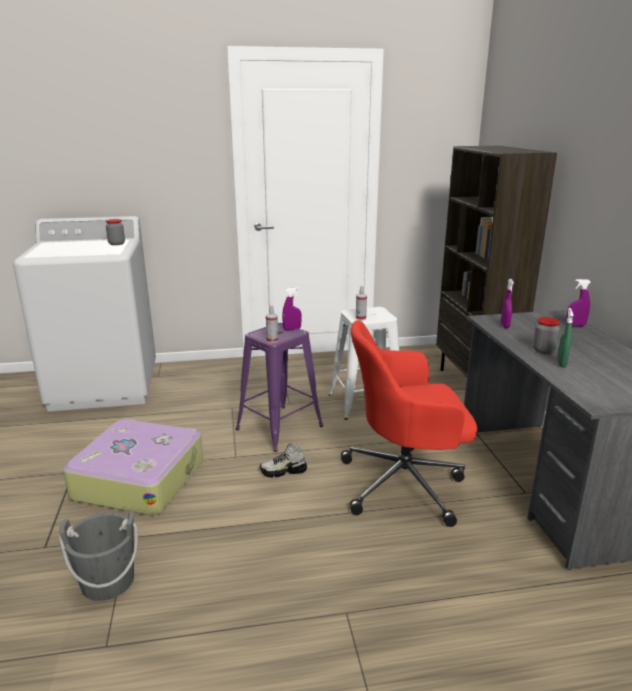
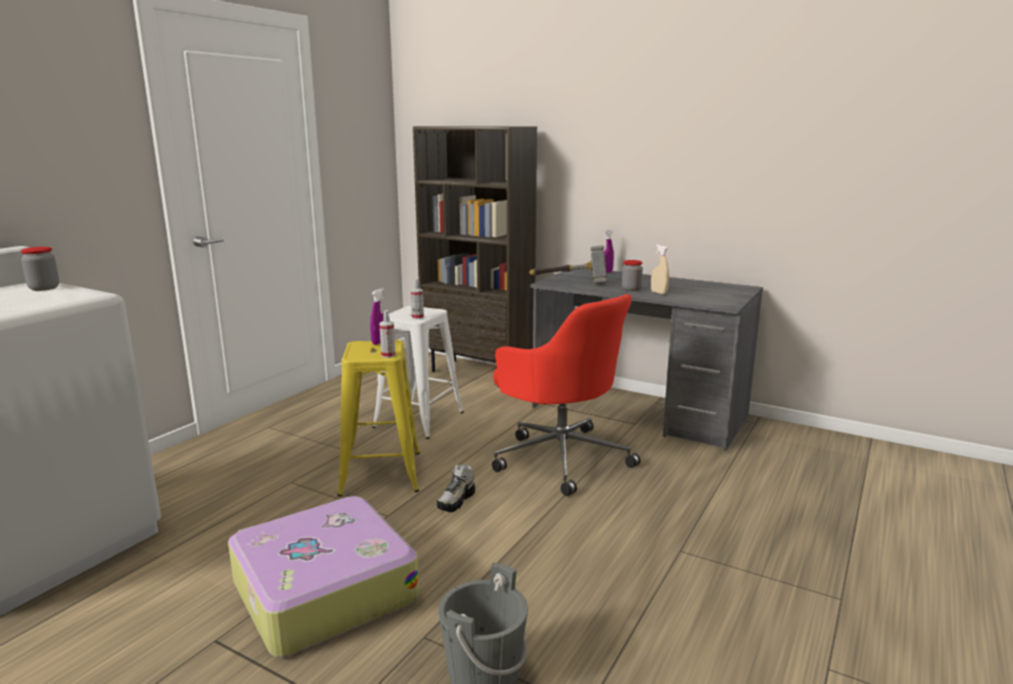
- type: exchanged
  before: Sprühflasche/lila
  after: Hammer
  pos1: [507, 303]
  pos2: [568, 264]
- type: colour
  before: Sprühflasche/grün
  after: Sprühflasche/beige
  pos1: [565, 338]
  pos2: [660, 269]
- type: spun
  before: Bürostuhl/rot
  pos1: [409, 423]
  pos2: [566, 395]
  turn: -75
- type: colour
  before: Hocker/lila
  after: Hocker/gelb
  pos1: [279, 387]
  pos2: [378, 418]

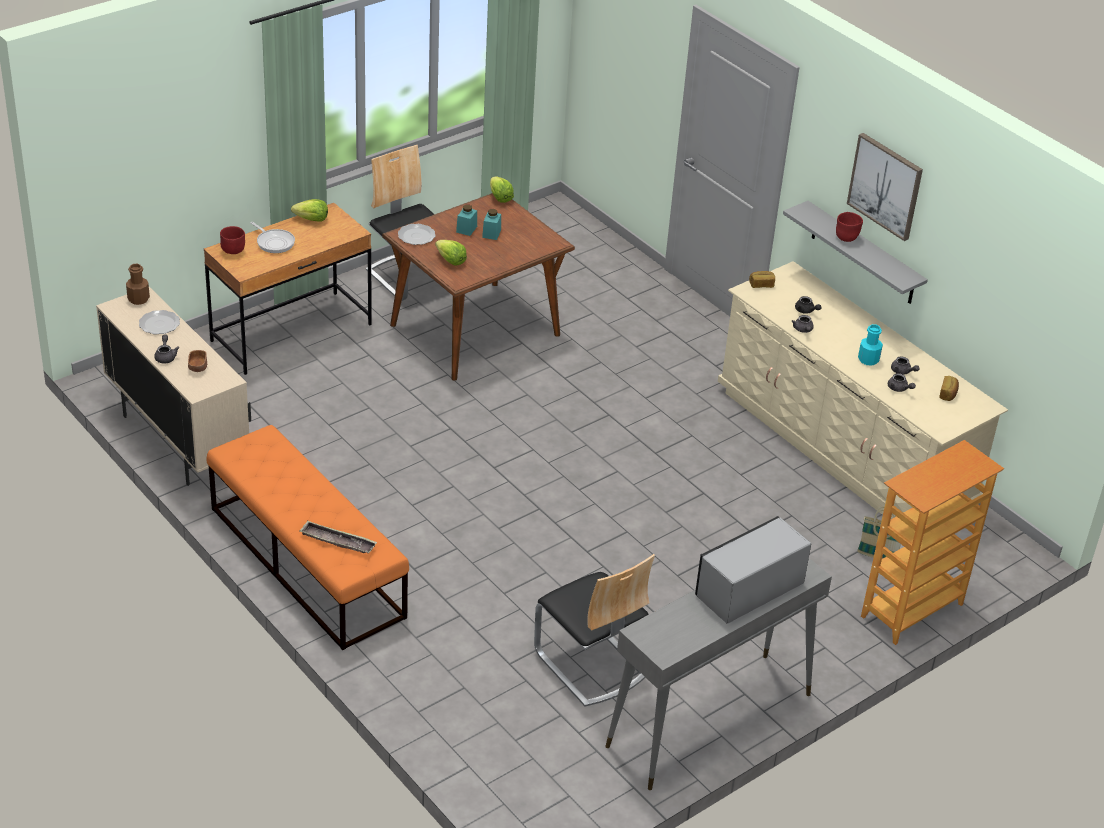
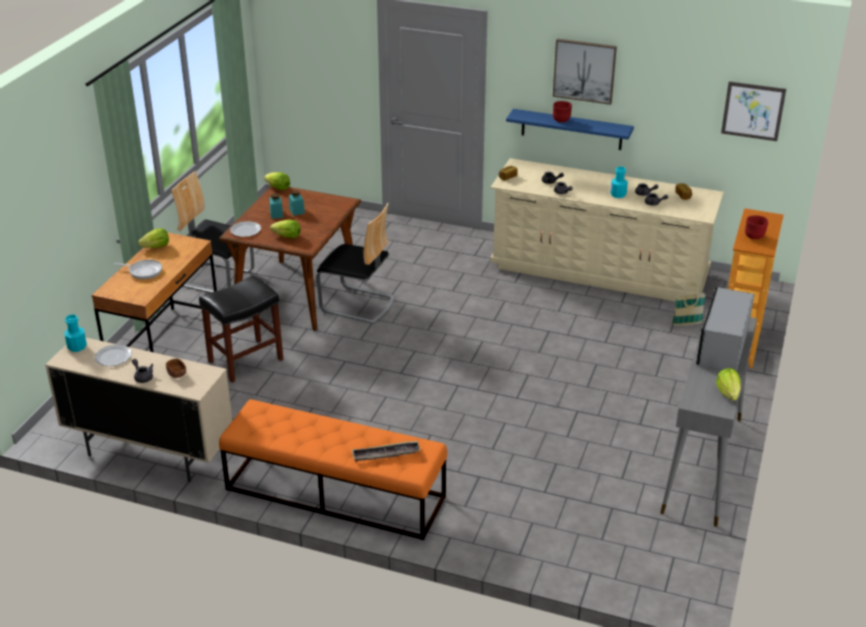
- type: colour
  before: Wandregal/grau
  after: Wandregal/blau
  pos1: [855, 252]
  pos2: [570, 129]
- type: relocated
  before: Schüssel/rot
  pos1: [232, 240]
  pos2: [756, 227]
- type: colour
  before: Flasche/braun
  after: Flasche/türkis
  pos1: [138, 284]
  pos2: [75, 333]
- type: relocated
  before: Stuhl
  pos1: [594, 630]
  pos2: [355, 263]
- type: appeared
  after: Bild
  pos2: [753, 111]
- type: appeared
  after: Hocker/schwarz
  pos2: [241, 329]
- type: appeared
  after: Salatkopf
  pos2: [728, 384]

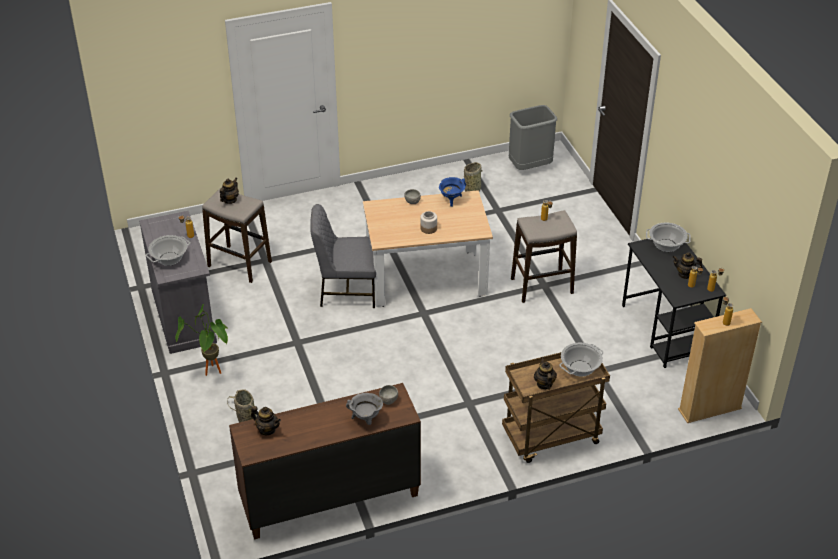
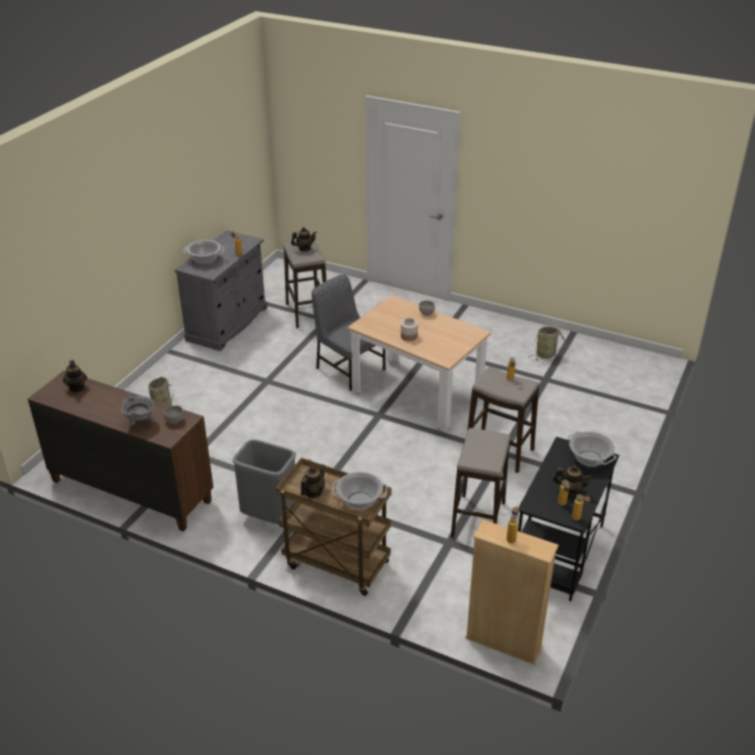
- type: relocated
  before: Mülleimer/grau
  pos1: [533, 137]
  pos2: [264, 481]
- type: missing
  before: Kochtopf/blau
  pos1: [452, 192]
- type: spun
  before: Teekanne
  pos1: [687, 265]
  pos2: [573, 481]
  turn: 135
- type: missing
  before: Topfpflanze
  pos1: [202, 340]
- type: appeared
  after: Hocker
  pos2: [480, 483]

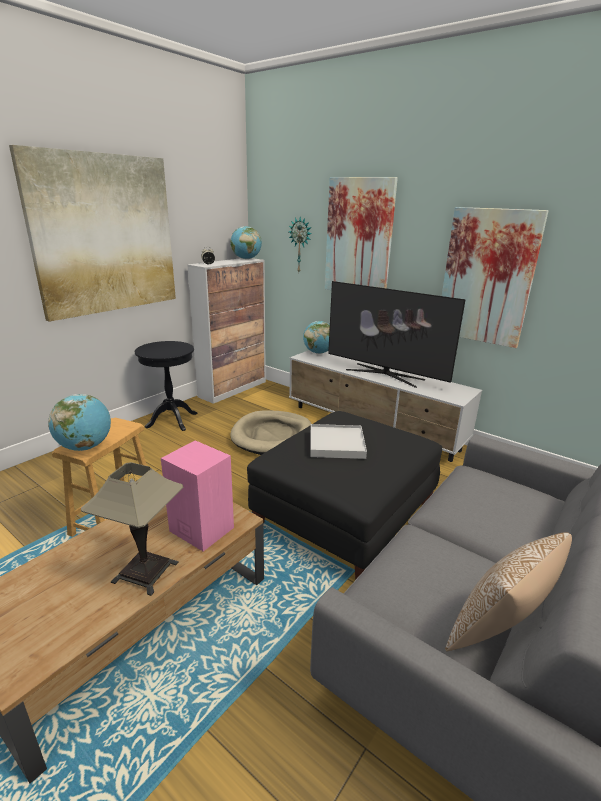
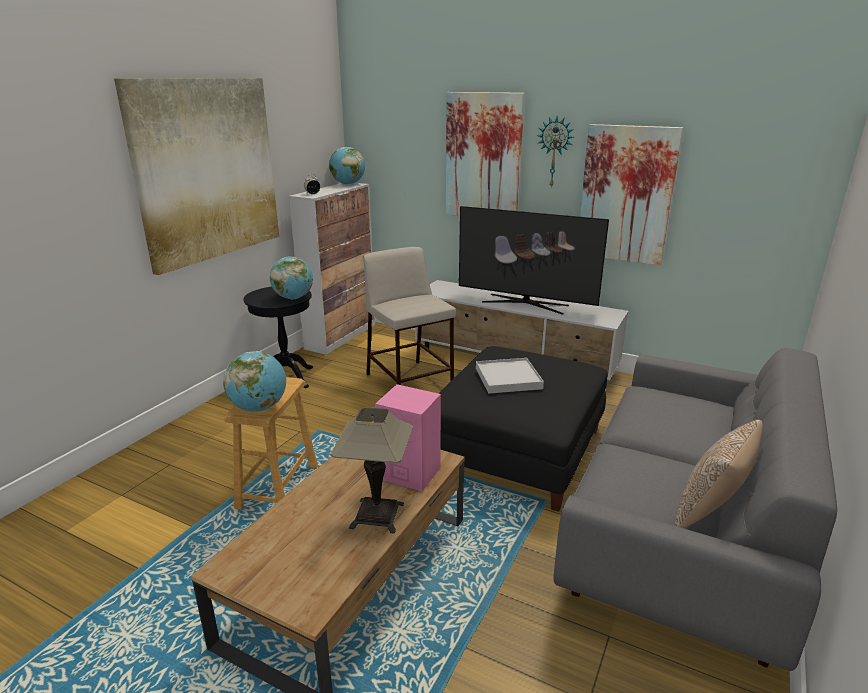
- type: relocated
  before: Wanduhr
  pos1: [300, 244]
  pos2: [555, 152]
- type: relocated
  before: Globus
  pos1: [316, 337]
  pos2: [291, 278]
- type: exchanged
  before: Hundebett/beige
  after: Hocker/beige
  pos1: [271, 432]
  pos2: [410, 316]

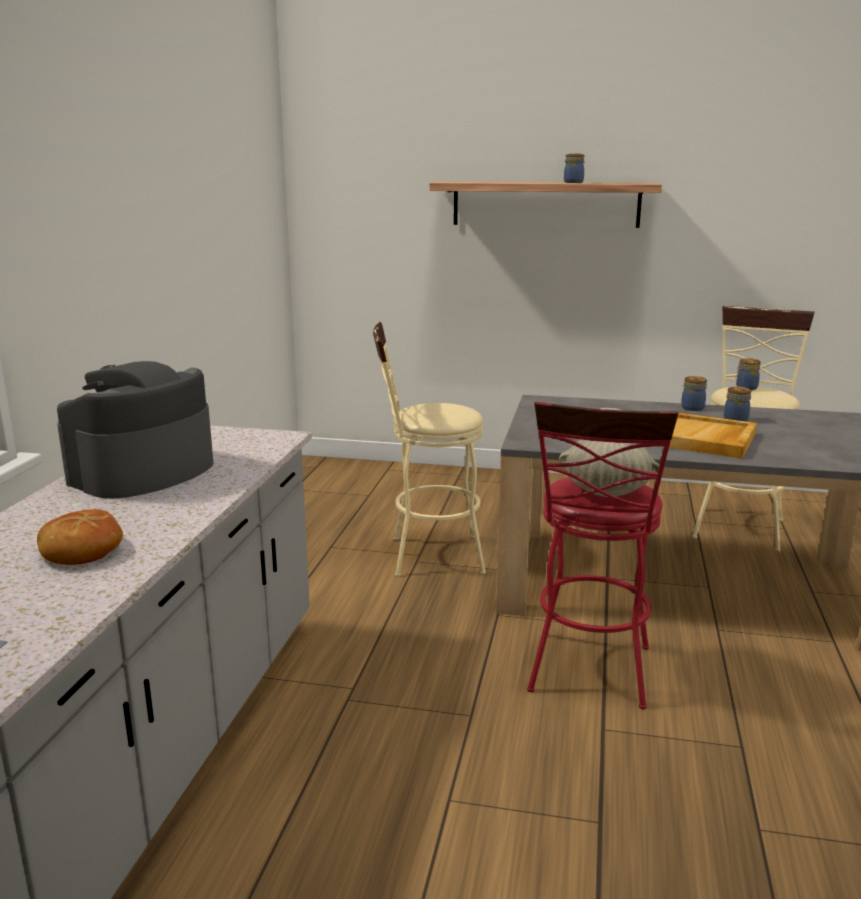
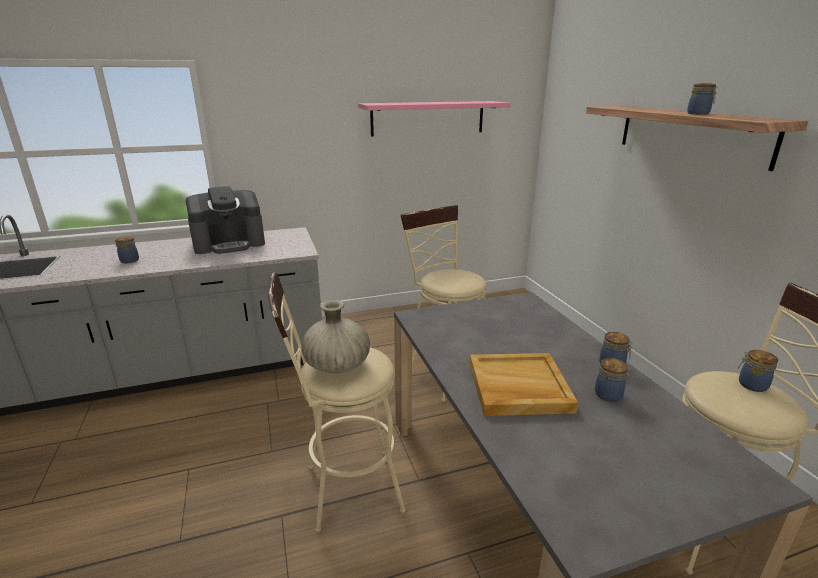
- type: spun
  before: Kaffeemaschine
  pos1: [135, 429]
  pos2: [225, 220]
  turn: 150
- type: colour
  before: Hocker/rot
  after: Hocker/beige
  pos1: [602, 555]
  pos2: [337, 402]
- type: exchanged
  before: Brot
  after: Vorratsglas
  pos1: [80, 537]
  pos2: [127, 250]
- type: appeared
  after: Wandregal/rosa
  pos2: [434, 118]

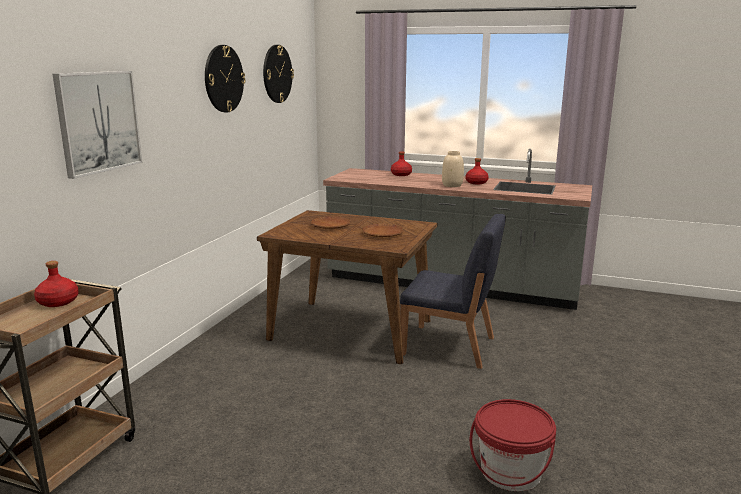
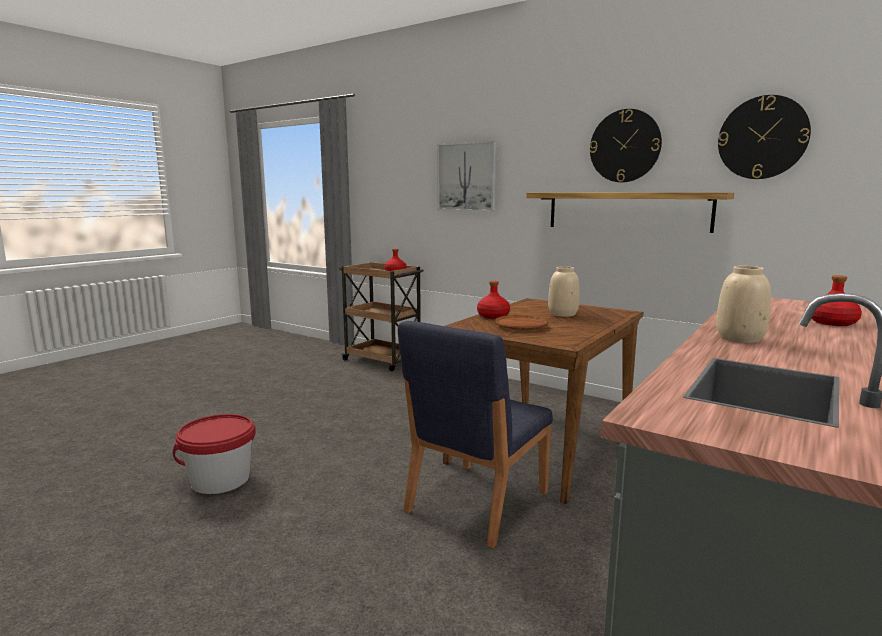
- type: relocated
  before: Flasche/rot
  pos1: [477, 171]
  pos2: [493, 300]
- type: exchanged
  before: Teller/braun
  after: Vase/beige
  pos1: [330, 222]
  pos2: [564, 291]
- type: appeared
  after: Wandregal
  pos2: [630, 212]

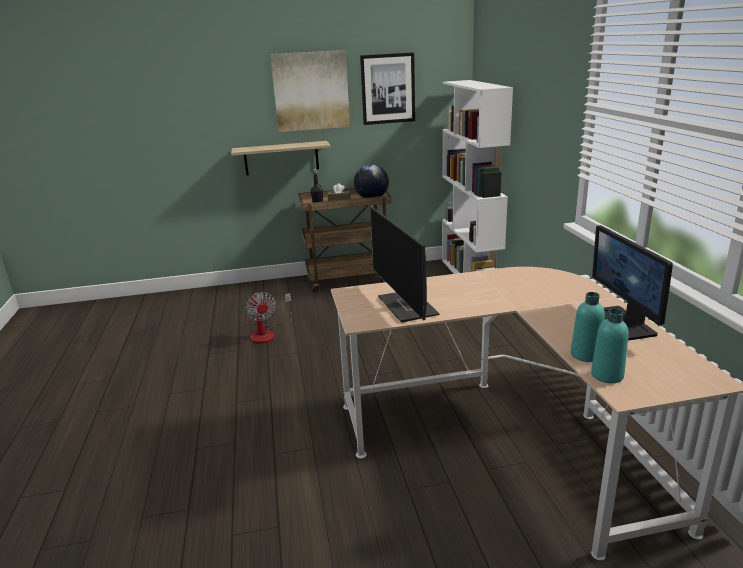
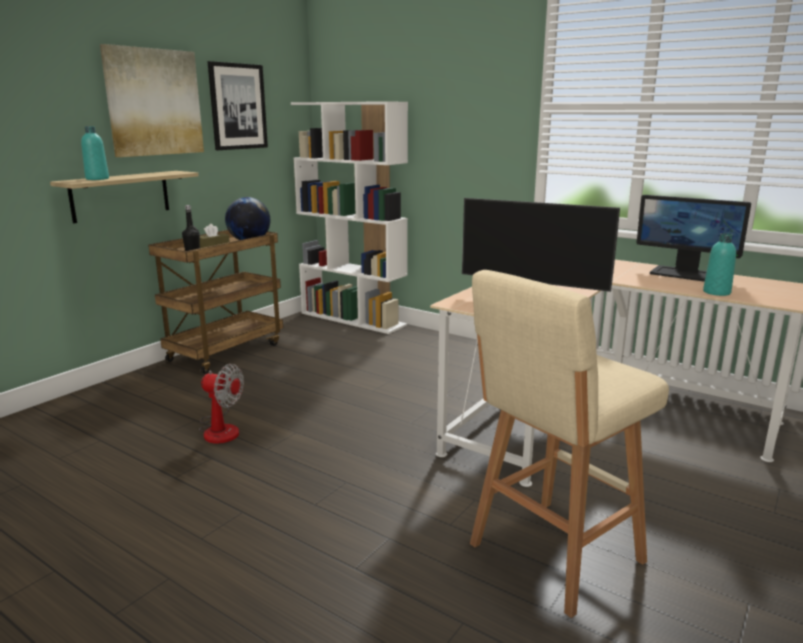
- type: relocated
  before: Flasche/türkis
  pos1: [610, 346]
  pos2: [95, 153]
- type: appeared
  after: Hocker/beige
  pos2: [569, 444]

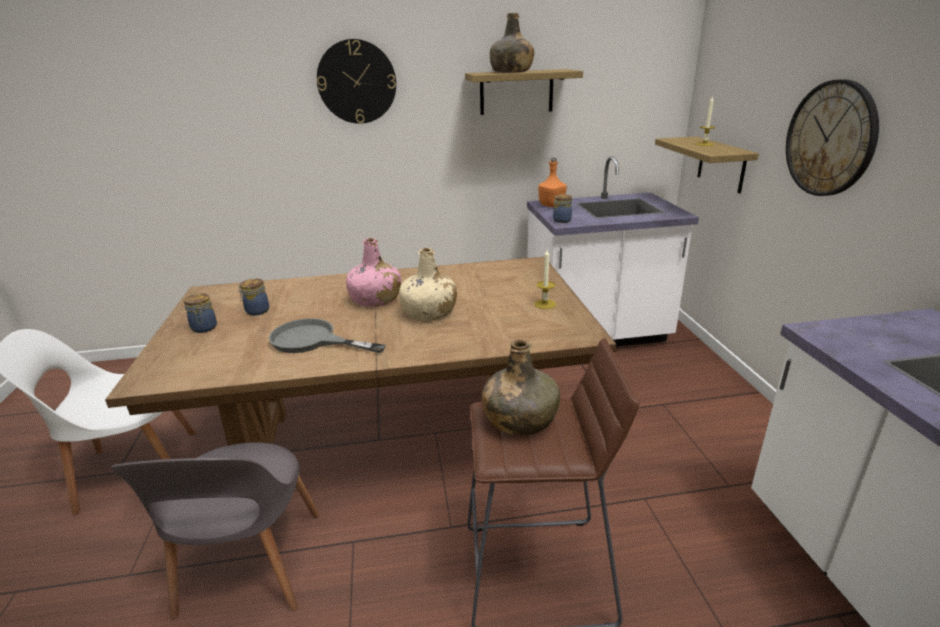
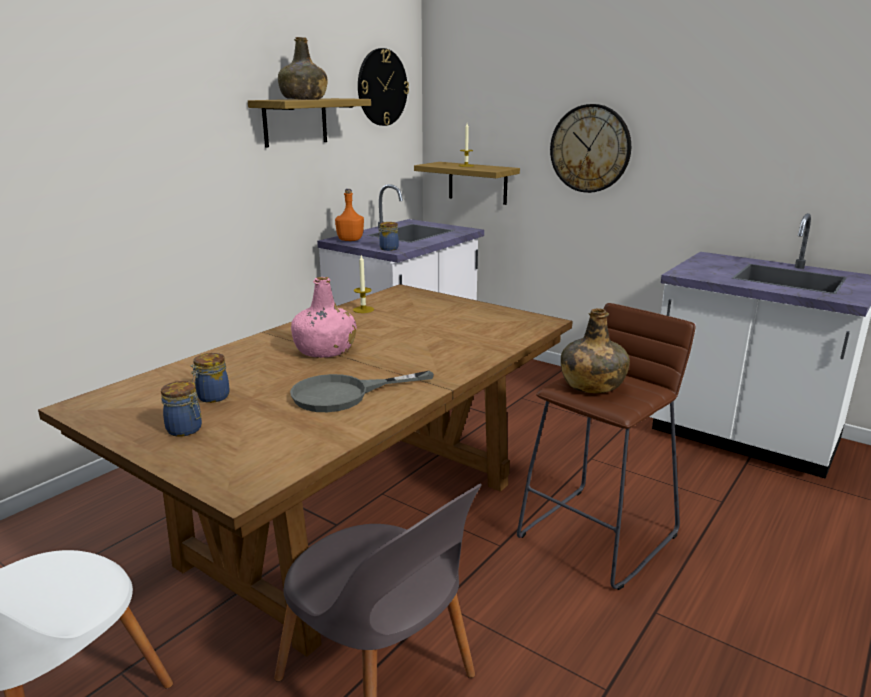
- type: relocated
  before: Wanduhr
  pos1: [356, 81]
  pos2: [383, 87]
- type: missing
  before: Flasche/beige
  pos1: [428, 284]
- type: relocated
  before: Kerze
  pos1: [545, 279]
  pos2: [363, 284]

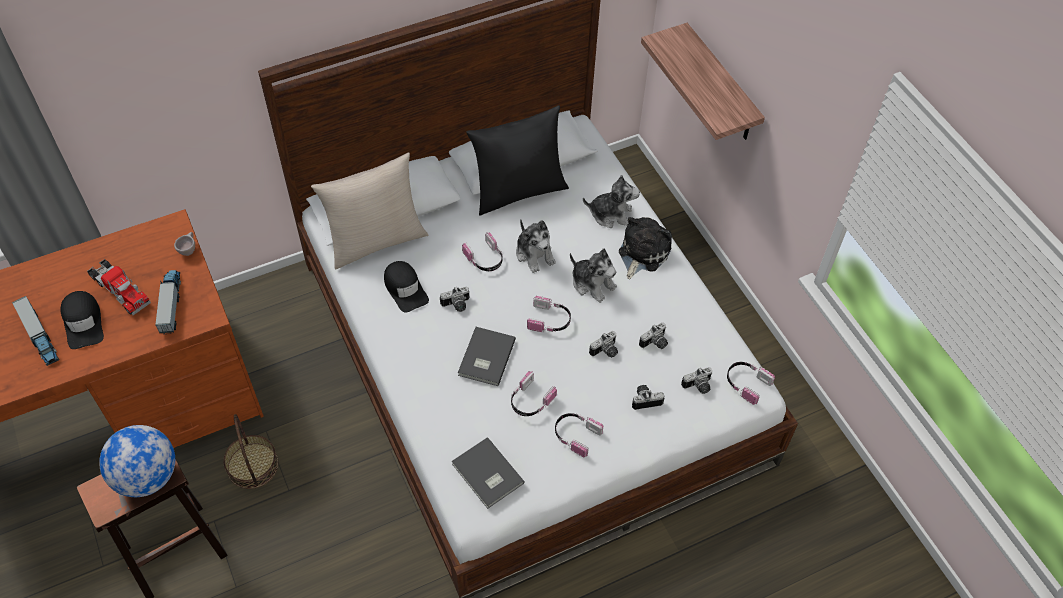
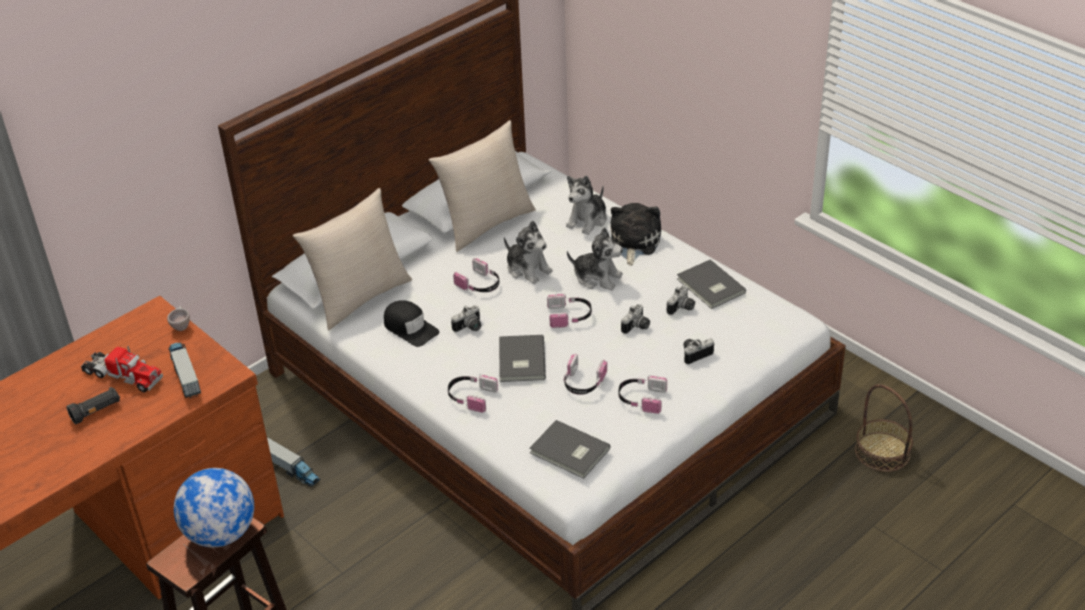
- type: missing
  before: Wandregal
  pos1: [703, 81]
- type: colour
  before: Kissen/schwarz
  after: Kissen/beige
  pos1: [517, 160]
  pos2: [482, 186]
- type: spun
  before: Plüschtier
  pos1: [611, 201]
  pos2: [586, 205]
  turn: 135
- type: exchanged
  before: Kappe/schwarz
  after: Taschenlampe/schwarz
  pos1: [82, 320]
  pos2: [93, 405]
- type: relocated
  before: Spielzeuglaster
  pos1: [35, 331]
  pos2: [293, 462]
- type: relocated
  before: Kopfhörer
  pos1: [751, 383]
  pos2: [473, 393]
- type: missing
  before: Kamera
  pos1: [696, 380]
- type: relocated
  before: Korb
  pos1: [250, 451]
  pos2: [884, 428]
- type: appeared
  after: Buch/grau
  pos2: [711, 284]

